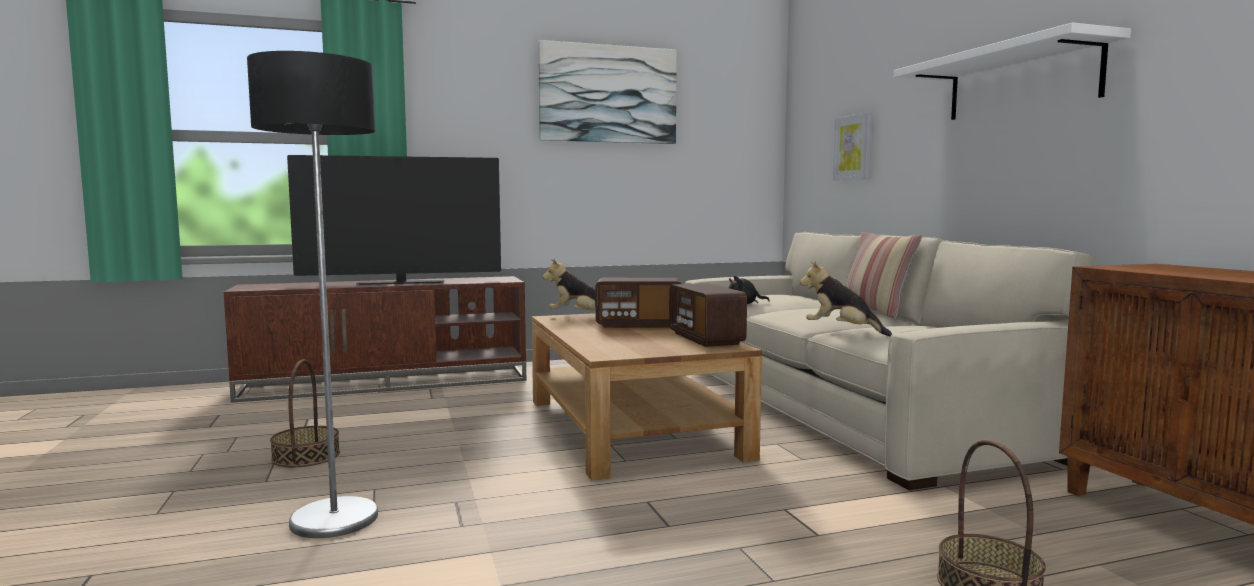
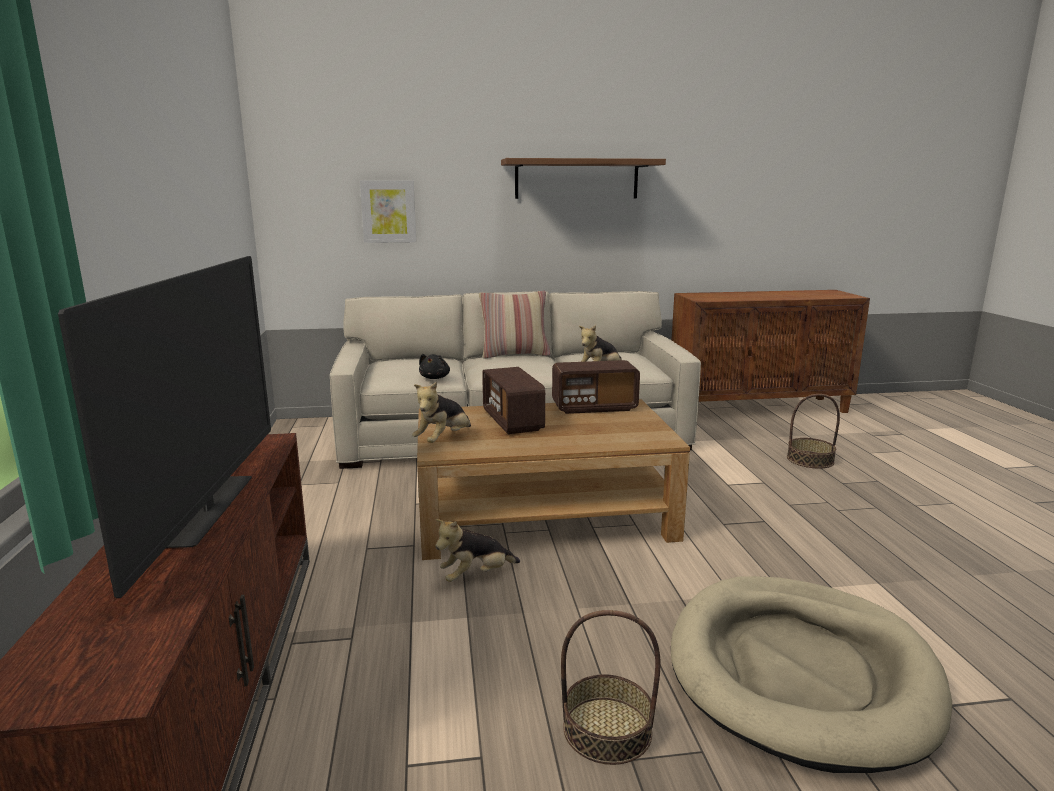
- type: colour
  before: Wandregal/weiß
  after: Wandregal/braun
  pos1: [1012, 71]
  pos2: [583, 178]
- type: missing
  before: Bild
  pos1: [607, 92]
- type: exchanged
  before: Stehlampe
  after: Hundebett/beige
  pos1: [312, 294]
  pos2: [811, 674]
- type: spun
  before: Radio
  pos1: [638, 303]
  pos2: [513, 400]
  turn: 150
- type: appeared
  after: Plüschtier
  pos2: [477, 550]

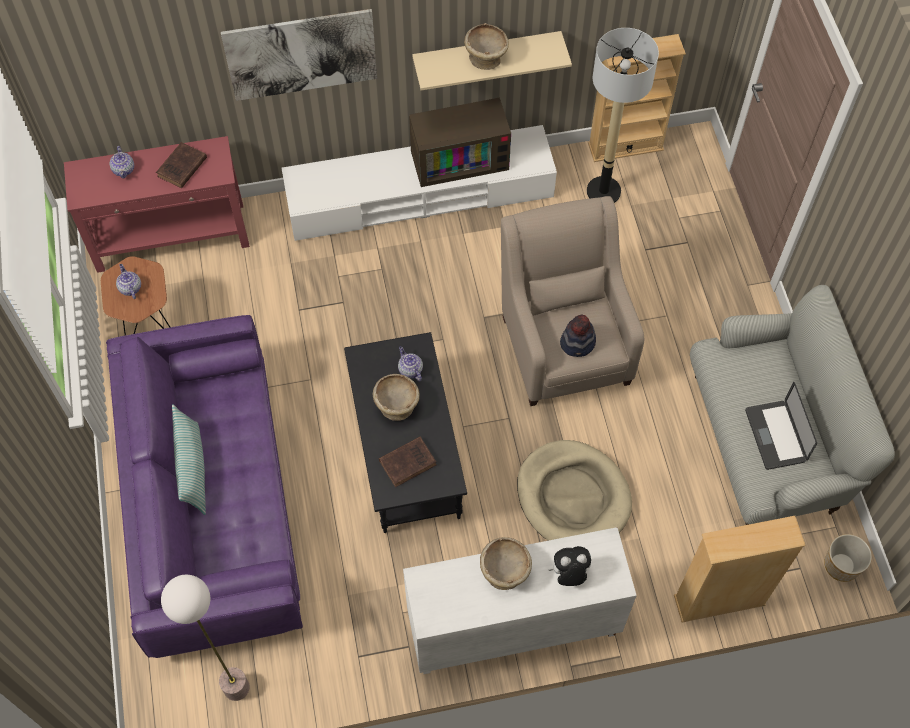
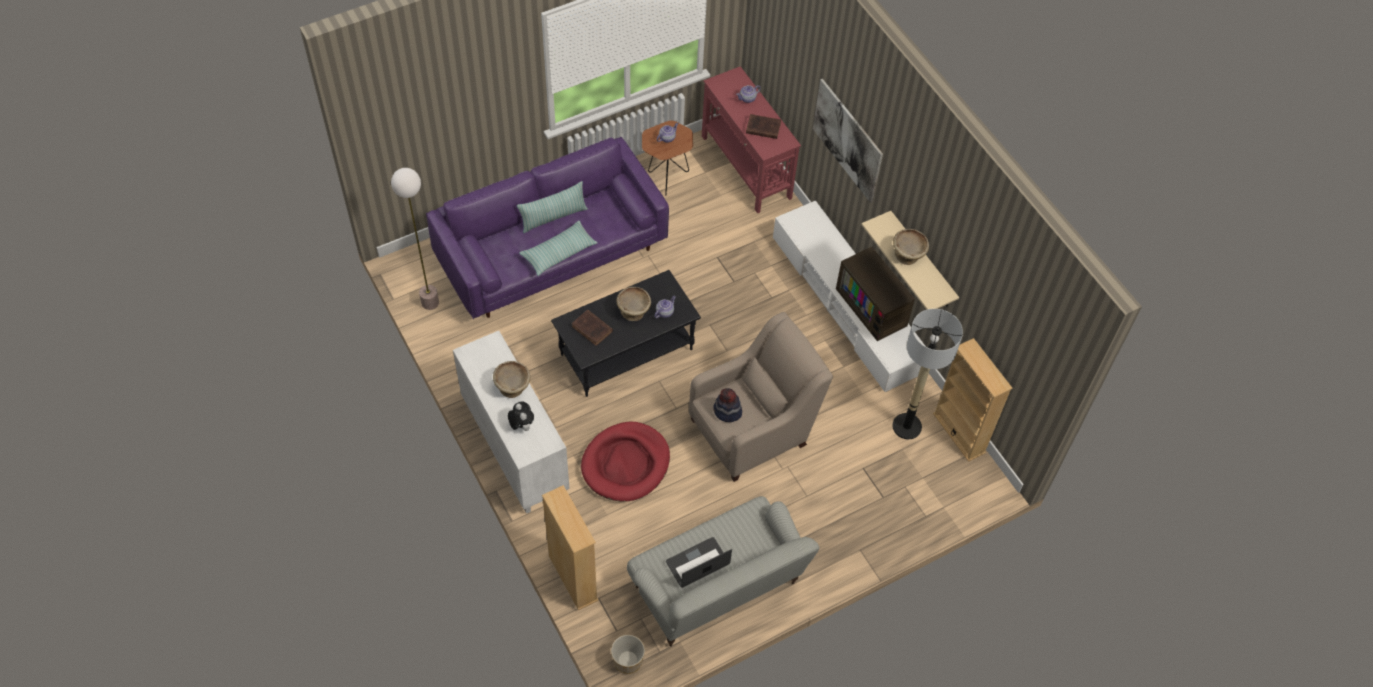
- type: colour
  before: Hundebett/beige
  after: Hundebett/rot
  pos1: [574, 490]
  pos2: [625, 462]
- type: appeared
  after: Kissen
  pos2: [558, 248]

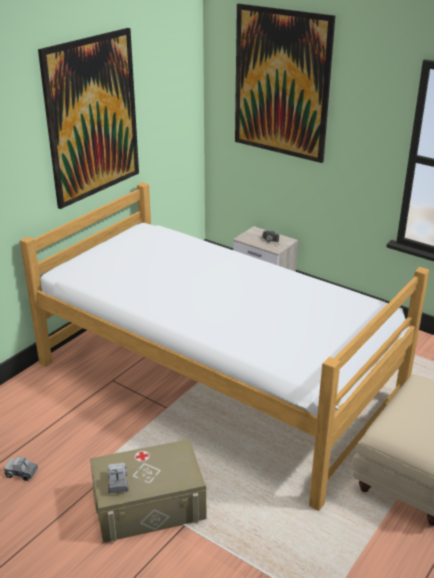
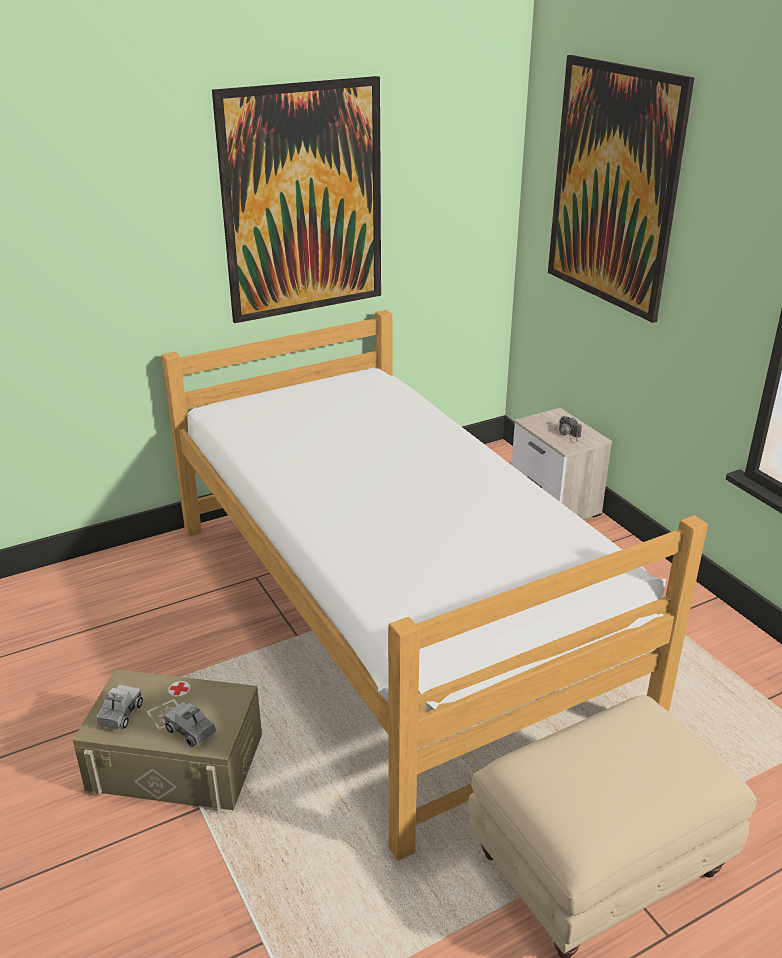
- type: relocated
  before: Spielzeuglaster
  pos1: [21, 468]
  pos2: [190, 724]

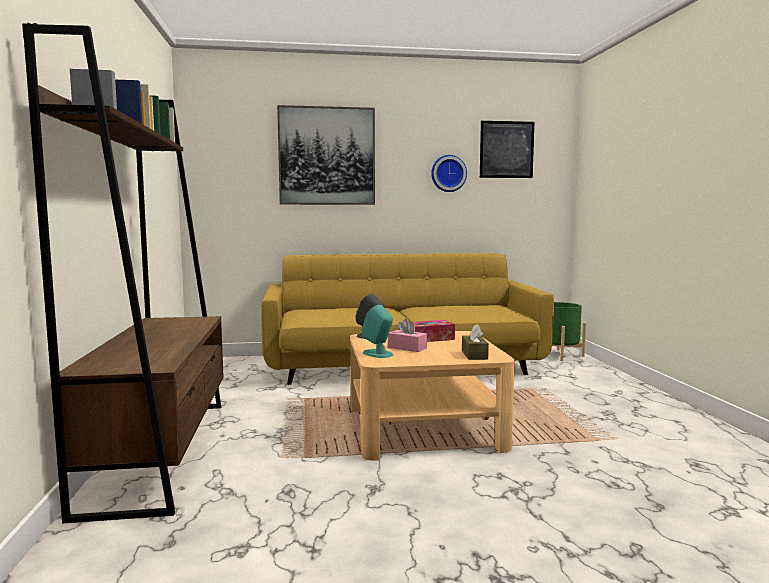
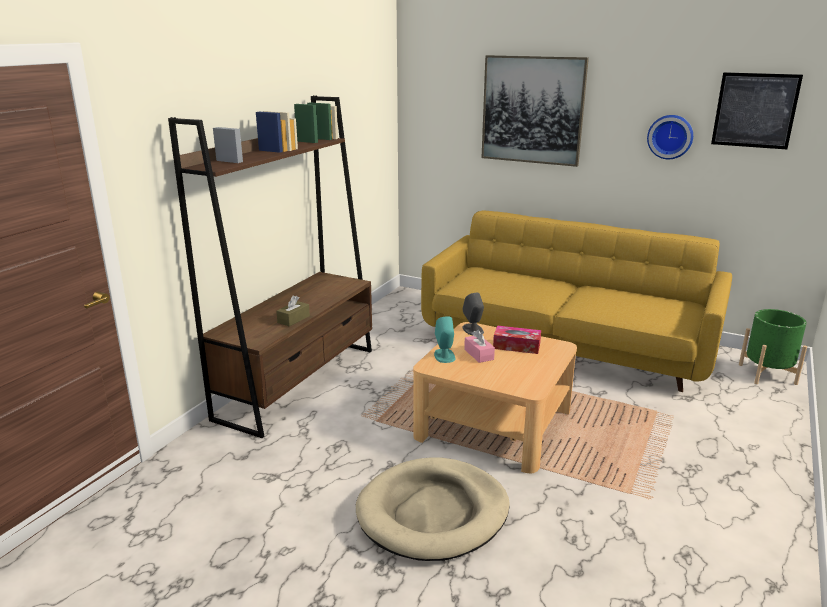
- type: relocated
  before: Taschentuchbox/braun
  pos1: [475, 342]
  pos2: [293, 311]
- type: appeared
  after: Hundebett/beige
  pos2: [433, 509]

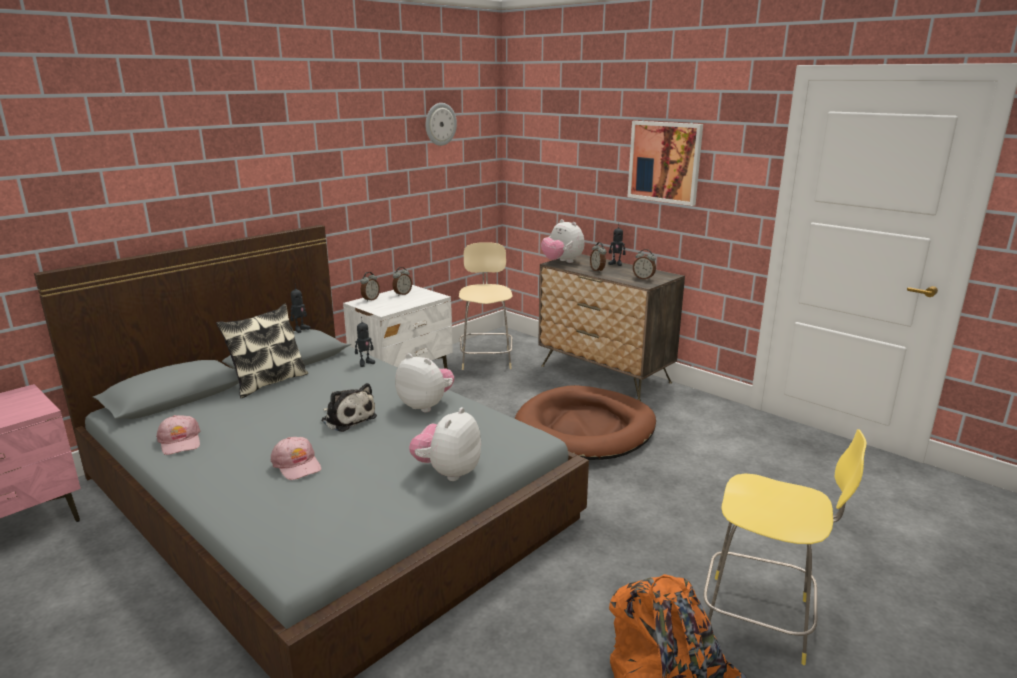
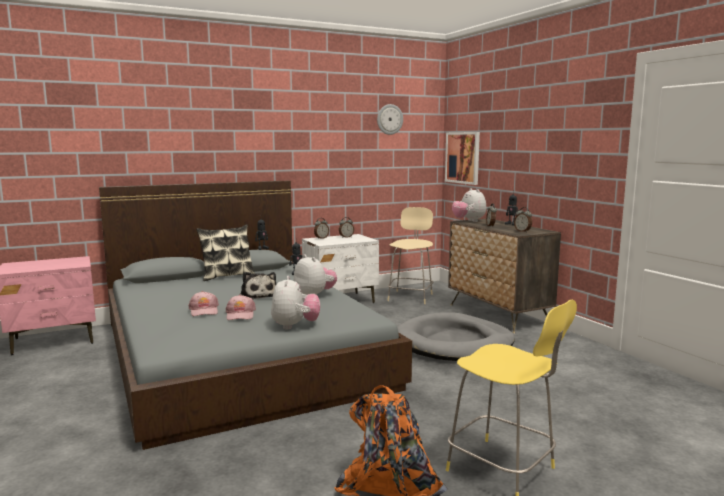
- type: relocated
  before: Bild
  pos1: [665, 163]
  pos2: [462, 158]
- type: colour
  before: Hundebett/braun
  after: Hundebett/grau
  pos1: [585, 422]
  pos2: [456, 336]
- type: spun
  before: Plüschtier
  pos1: [445, 444]
  pos2: [295, 302]
  turn: 135
- type: relocated
  before: Kappe/rosa
  pos1: [178, 435]
  pos2: [241, 307]

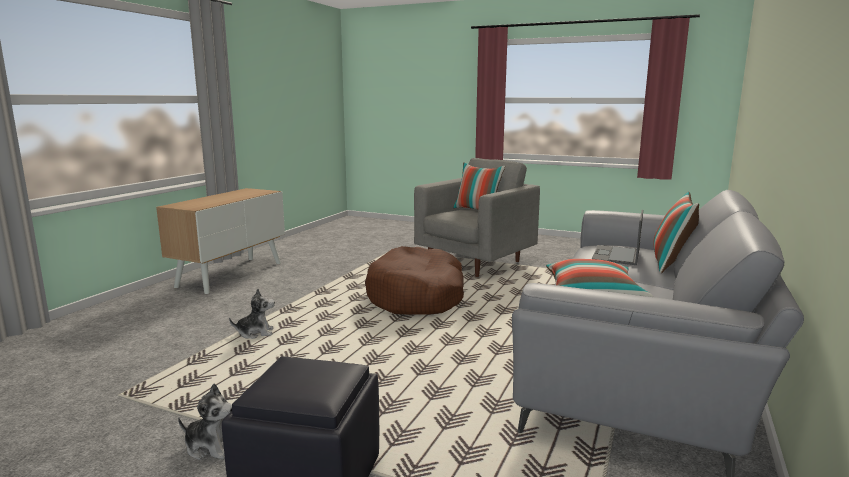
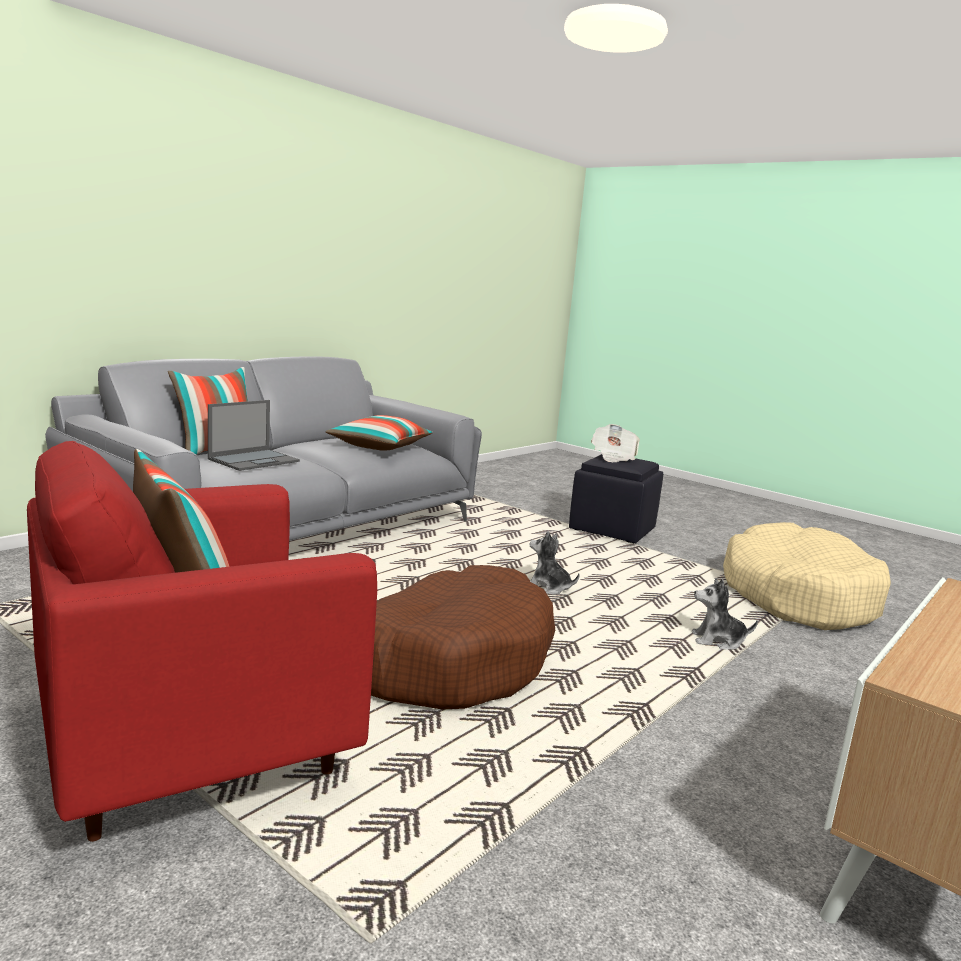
- type: colour
  before: Sessel/grau
  after: Sessel/rot
  pos1: [477, 217]
  pos2: [202, 641]
- type: relocated
  before: Plüschtier
  pos1: [205, 422]
  pos2: [555, 563]
- type: appeared
  after: Zeitung
  pos2: [615, 443]
- type: appeared
  after: Hundebett/beige
  pos2: [807, 576]

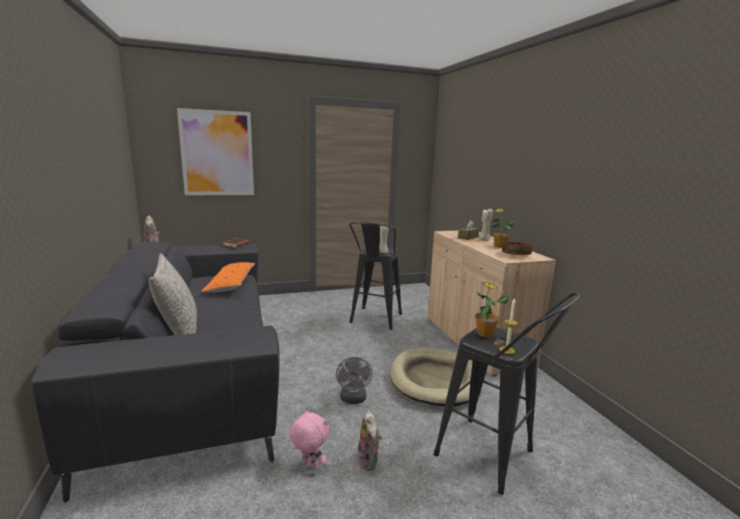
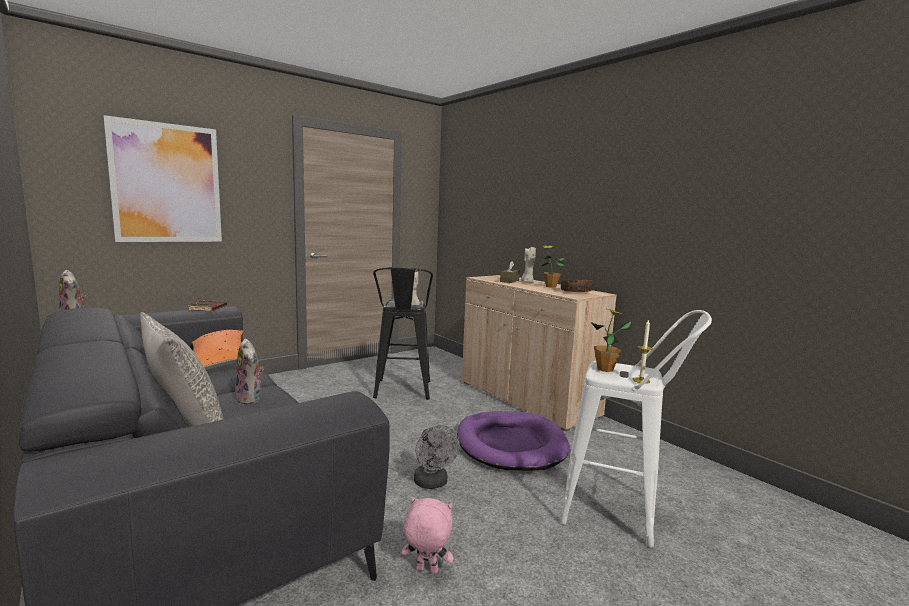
- type: colour
  before: Hocker/schwarz
  after: Hocker/weiß
  pos1: [507, 393]
  pos2: [636, 428]
- type: colour
  before: Hundebett/beige
  after: Hundebett/lila
  pos1: [436, 377]
  pos2: [513, 441]
- type: relocated
  before: Plüschtier
  pos1: [369, 441]
  pos2: [249, 372]

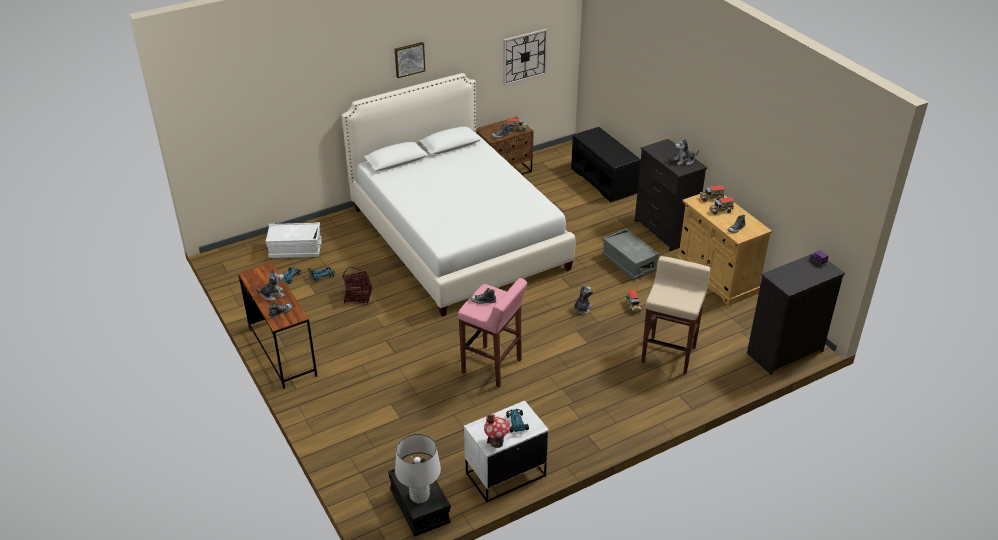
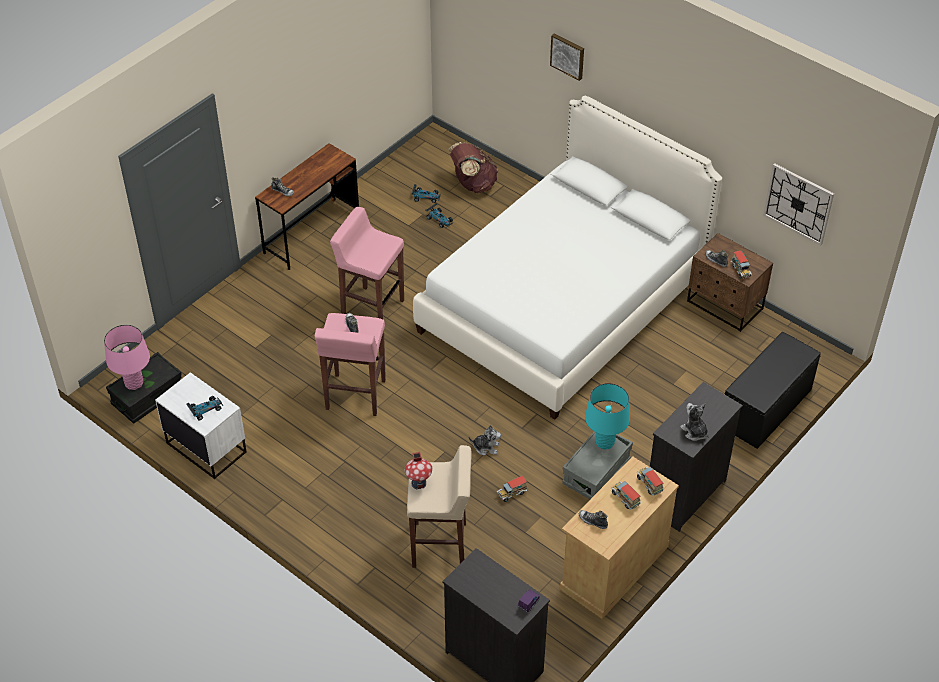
- type: relocated
  before: Bild
  pos1: [410, 60]
  pos2: [567, 57]
- type: exchanged
  before: Aufbewahrungsbox/weiß
  after: Rucksack/braun
  pos1: [294, 240]
  pos2: [473, 167]
- type: missing
  before: Korb
  pos1: [357, 285]
- type: missing
  before: Plüschtier
  pos1: [270, 285]
- type: relocated
  before: Spielzeughaus
  pos1: [497, 431]
  pos2: [418, 470]
- type: colour
  before: Tischlampe/weiß
  after: Tischlampe/rosa
  pos1: [418, 469]
  pos2: [127, 357]
- type: appeared
  after: Hocker/rosa
  pos2: [367, 263]
- type: appeared
  after: Tischlampe/türkis
  pos2: [607, 416]

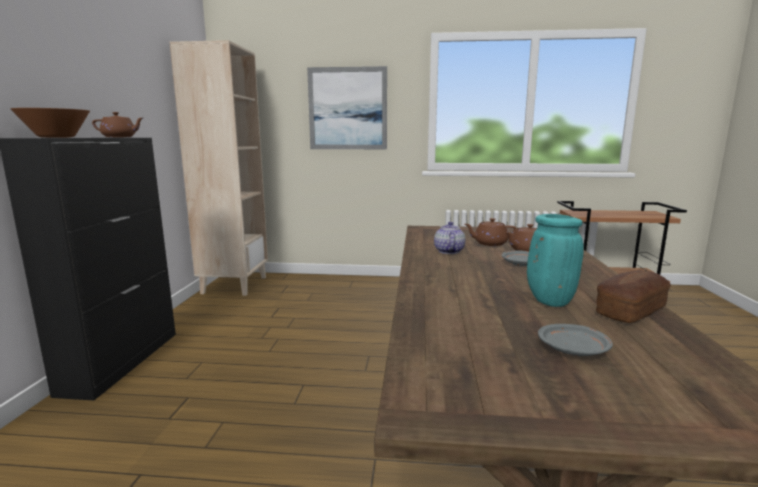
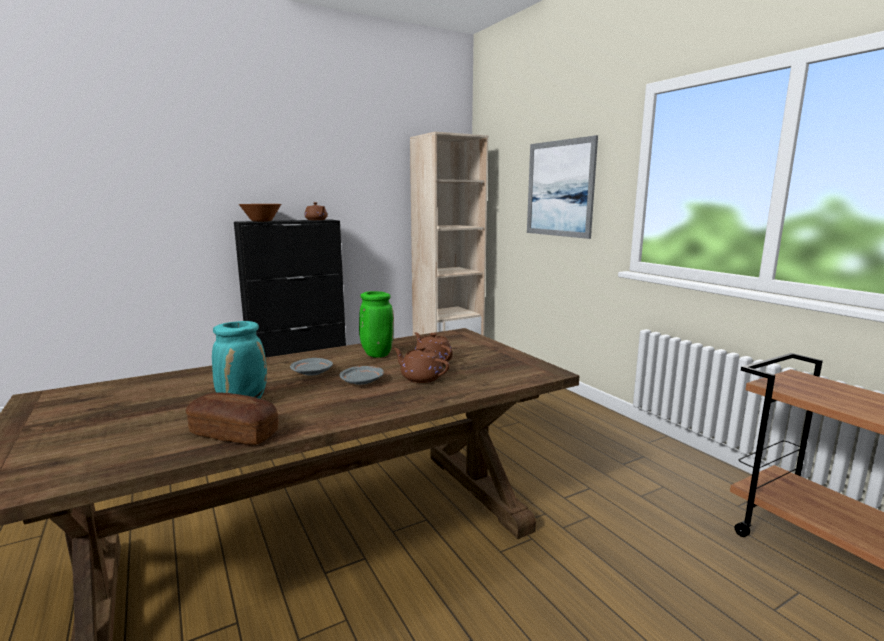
- type: exchanged
  before: Teekanne
  after: Vase/grün
  pos1: [449, 238]
  pos2: [376, 324]
- type: relocated
  before: Teller/grau
  pos1: [575, 340]
  pos2: [311, 366]

